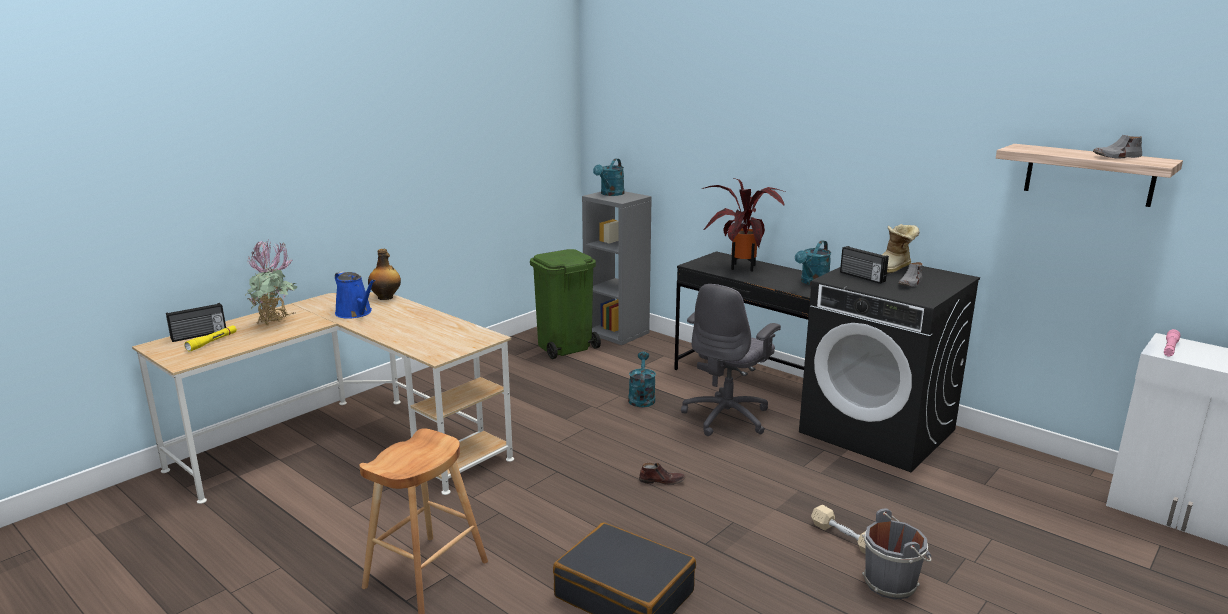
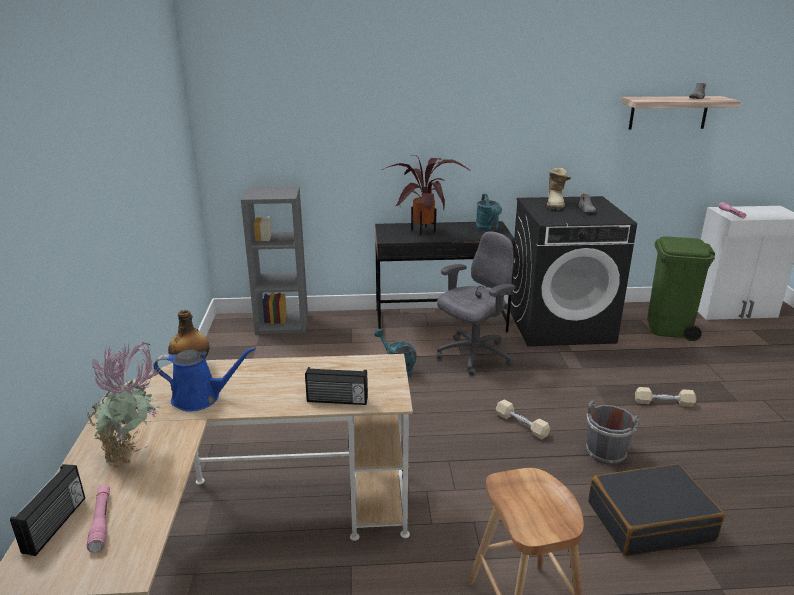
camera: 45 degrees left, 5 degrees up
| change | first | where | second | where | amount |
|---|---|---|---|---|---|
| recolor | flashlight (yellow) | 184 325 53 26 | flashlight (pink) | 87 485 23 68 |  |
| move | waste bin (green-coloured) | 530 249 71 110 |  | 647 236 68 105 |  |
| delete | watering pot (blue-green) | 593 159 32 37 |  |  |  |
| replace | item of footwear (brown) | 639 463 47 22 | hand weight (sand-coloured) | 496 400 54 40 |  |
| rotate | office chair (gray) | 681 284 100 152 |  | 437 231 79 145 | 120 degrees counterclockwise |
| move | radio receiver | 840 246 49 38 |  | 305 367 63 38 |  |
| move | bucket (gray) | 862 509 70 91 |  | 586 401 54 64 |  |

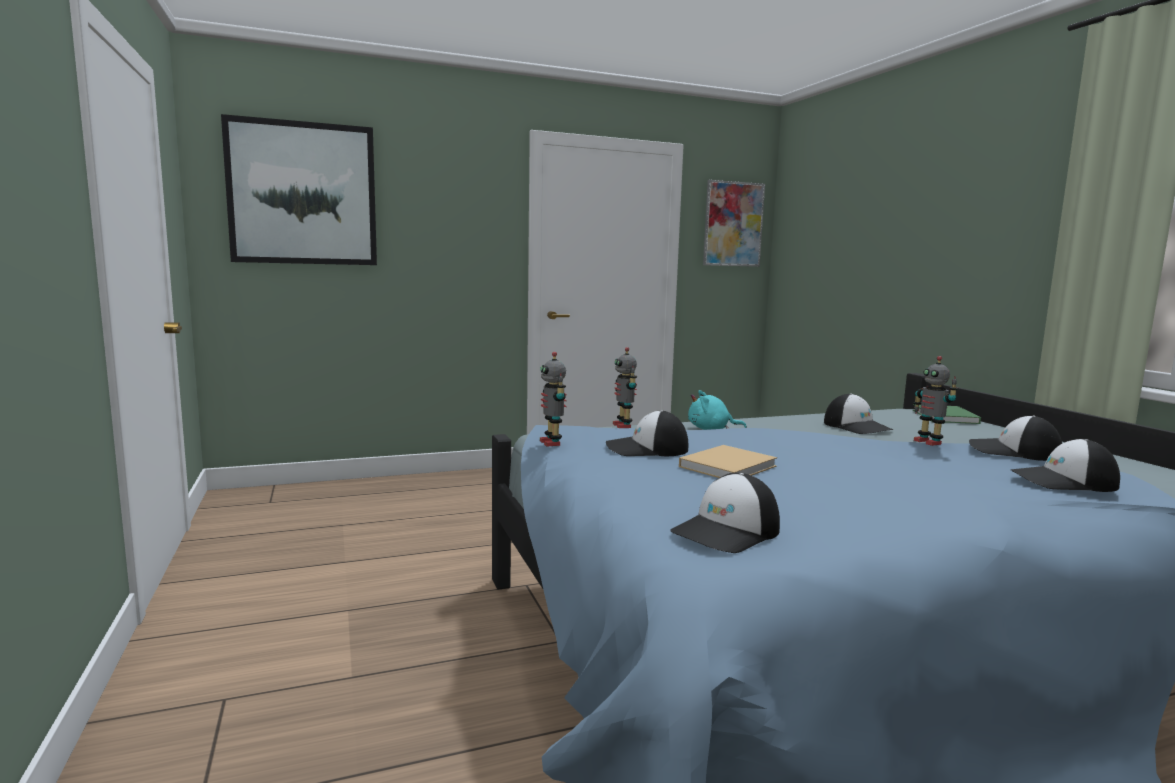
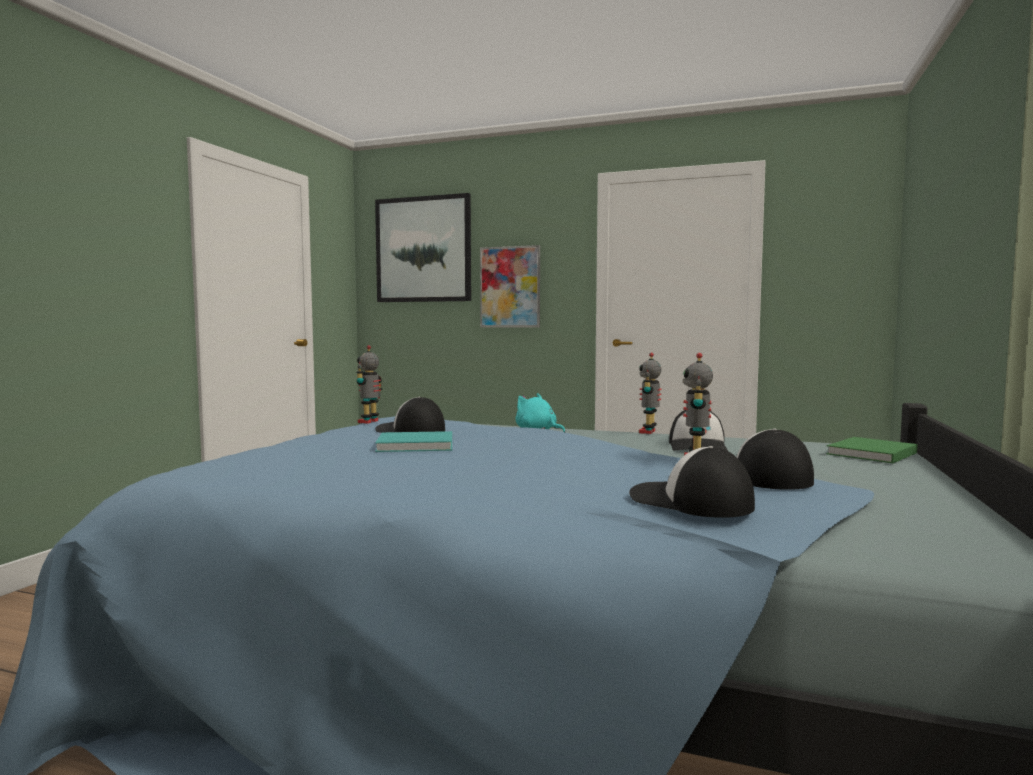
camera: 40 degrees right, 5 degrees down
| change | first | where | second | where | amount |
|---|---|---|---|---|---|
| move | toy robot | 613 347 24 81 |  | 639 353 22 81 |  |
| delete | cap | 670 473 110 80 |  |  |  |
| recolor | volume (sand-coloured) | 679 445 98 33 | volume (blue-green) | 375 431 77 21 |  |
| move | wall art | 703 180 62 87 |  | 480 245 60 83 |  |

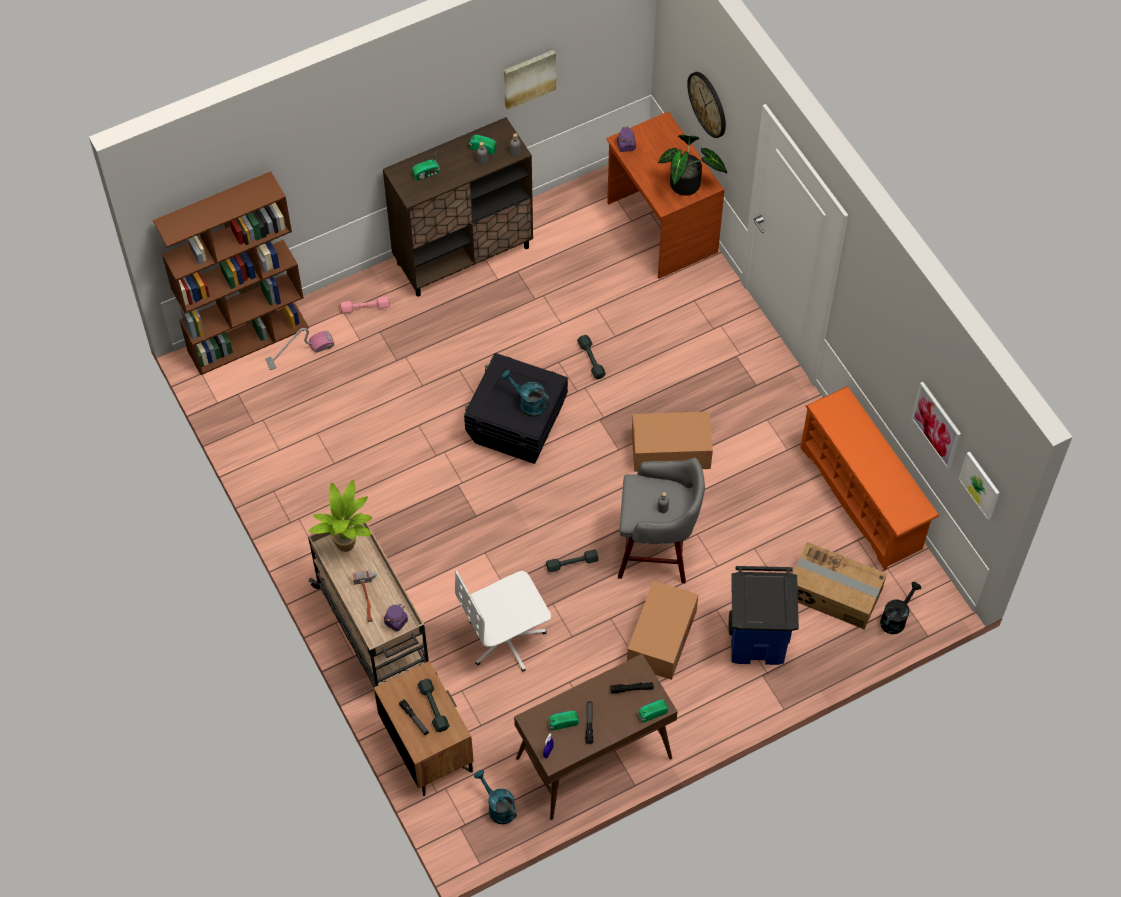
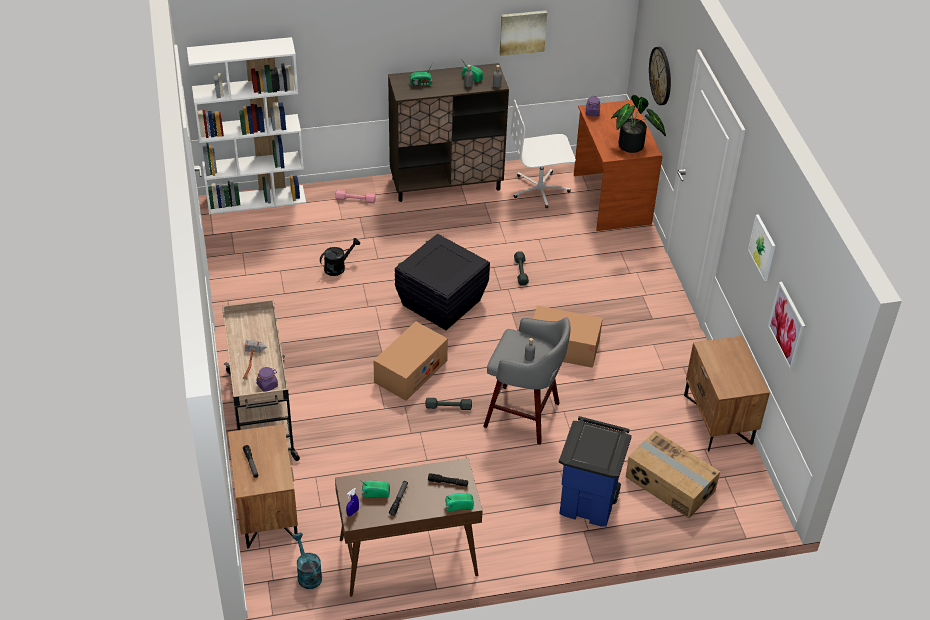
camera: 15 degrees right, 15 degrees down
| change | first | where | second | where | amount |
|---|---|---|---|---|---|
| recolor | bookshelf (brown) | 153 171 156 204 | bookshelf (white) | 187 37 119 177 |  |
| delete | vacuum | 265 328 69 42 |  |  |  |
| delete | houseplant | 308 480 65 72 |  |  |  |
| delete | hand weight (gray) | 418 679 32 53 |  |  |  |
| move | office chair (white) | 455 570 96 102 |  | 511 100 65 108 |  |
| delete | watering pot (blue-green) | 501 370 49 47 |  |  |  |
| move | carton | 627 580 71 100 |  | 373 321 75 80 |  |
| replace | shoe shelf (orange-coloured) | 800 386 139 185 | night table (brown) | 684 336 86 115 |  |
| move | watering pot (black-coloured) | 880 582 41 52 |  | 320 238 40 38 |  |
| move | wall art | 959 452 41 68 |  | 748 214 27 67 |  |

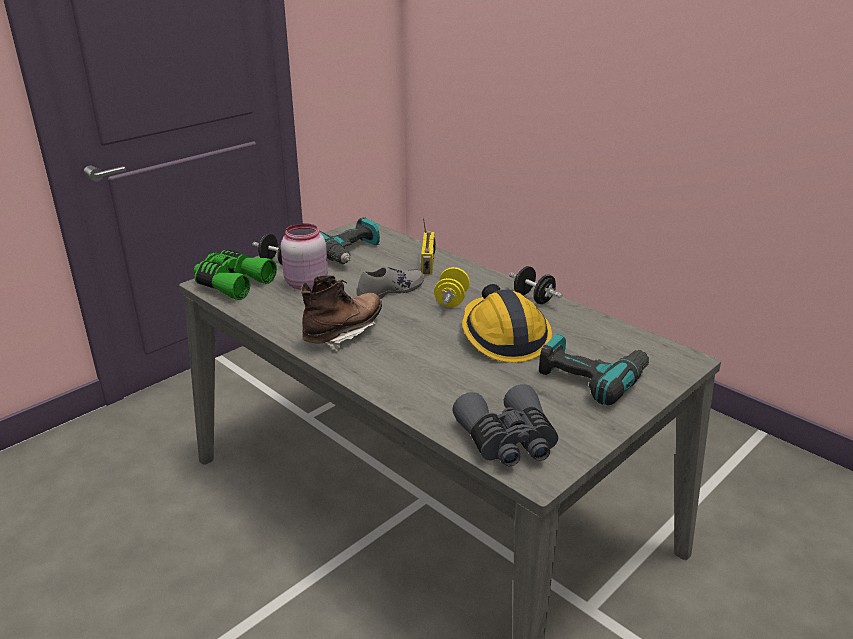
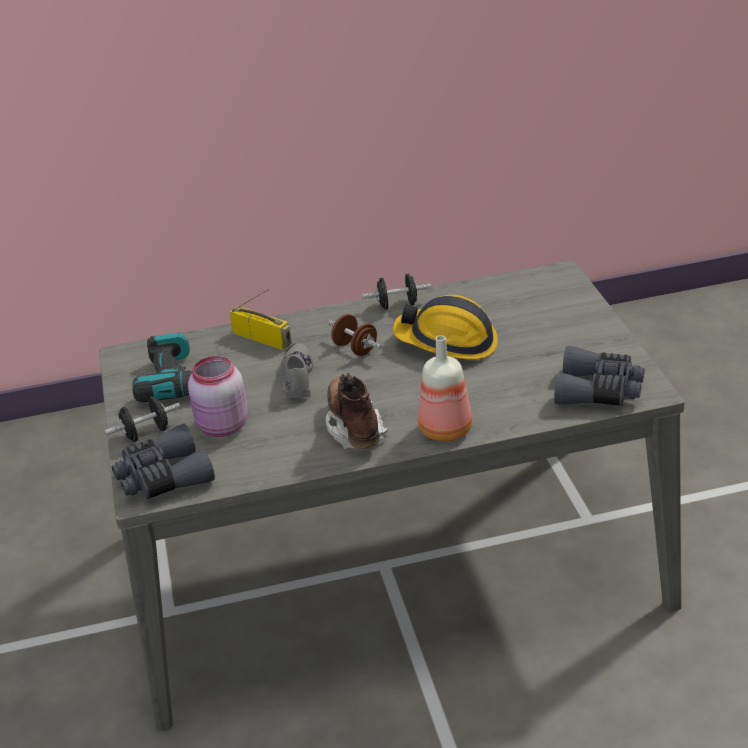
camera: 55 degrees left, 5 degrees up
| change | first | where | second | where | amount |
|---|---|---|---|---|---|
| recolor | field glasses (green-coloured) | 194 250 83 50 | field glasses (gray) | 112 423 103 76 |  |
| recolor | hand weight (yellow) | 434 267 36 40 | hand weight (brown) | 328 314 54 42 |  |
| delete | power drill | 539 334 110 71 |  |  |  |
| insert |  |  | drink bottle | 418 335 54 106 |  |

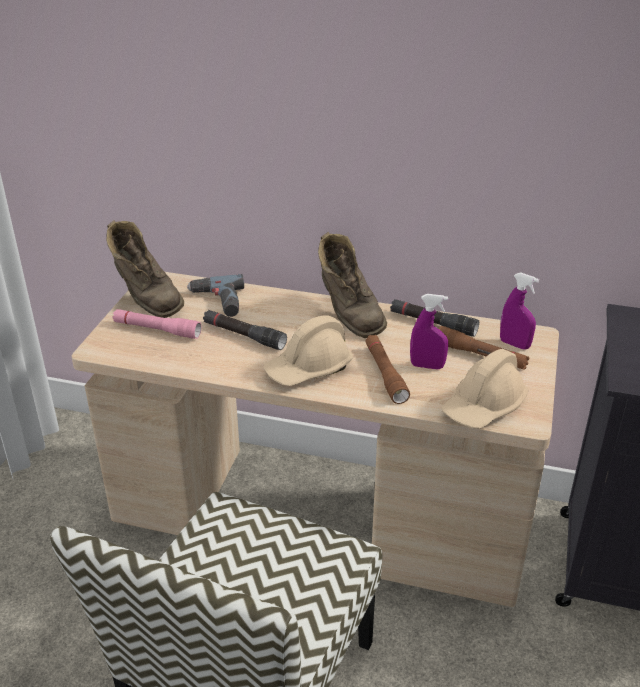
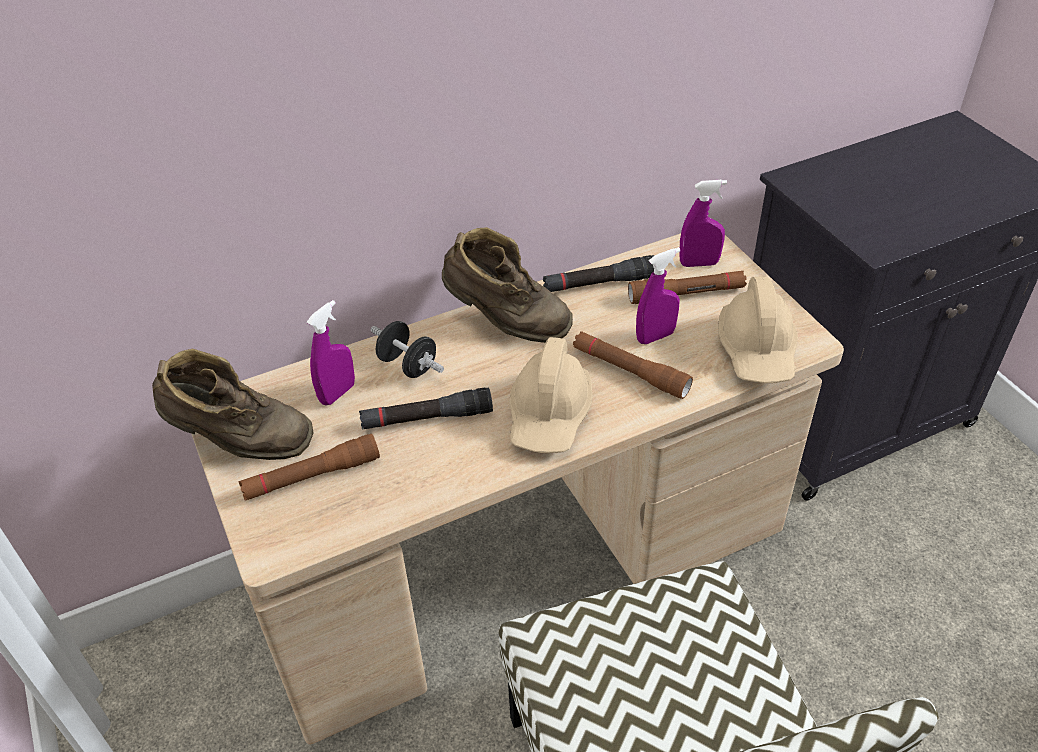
camera: 40 degrees left, 10 degrees up
| change | first | where | second | where | amount |
|---|---|---|---|---|---|
| recolor | flashlight (pink) | 112 309 89 30 | flashlight (brown) | 239 434 141 67 |  |
| replace | power drill | 187 274 57 43 | hand sprayer (purplish) | 307 300 48 105 |  |
| insert |  |  | hand weight (black-coloured) | 371 321 73 57 |  |

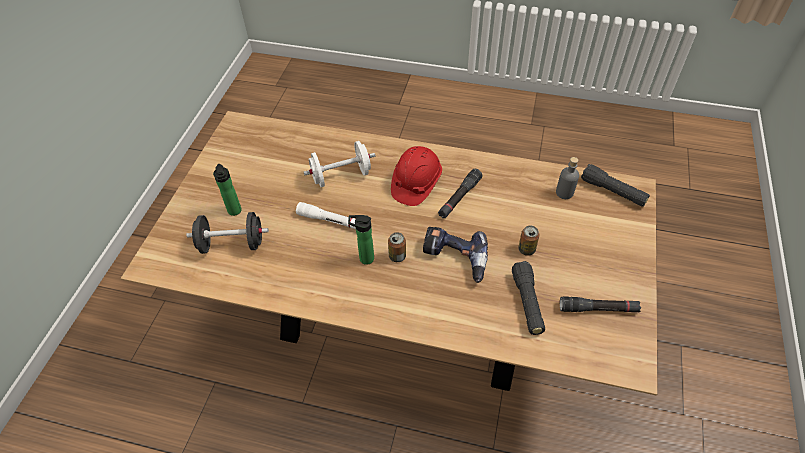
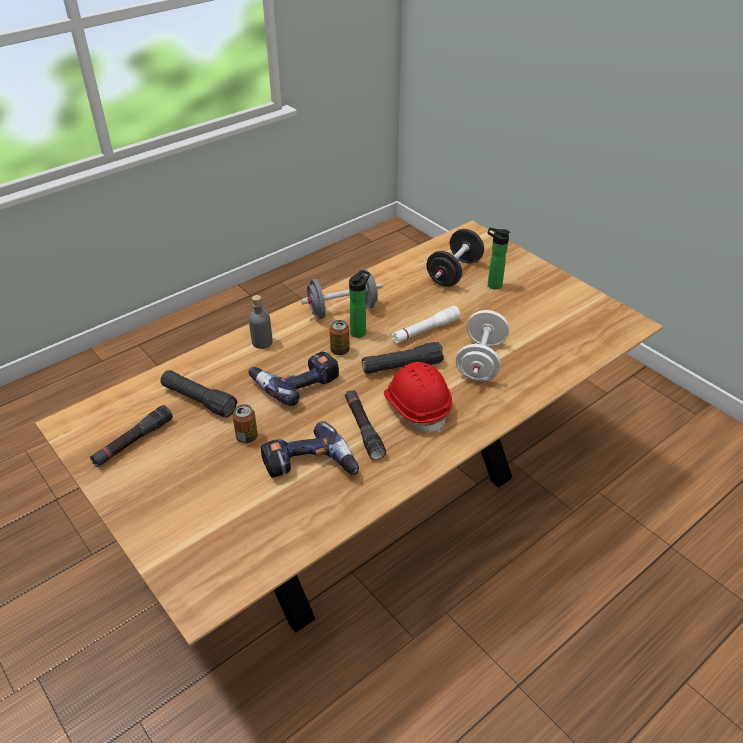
camera: 125 degrees right, 10 degrees down
| change | first | where | second | where | amount |
|---|---|---|---|---|---|
| move | drink bottle (gray) | 556 157 23 42 |  | 249 295 24 54 |  |
| move | flashlight (black-coloured) | 581 164 69 43 |  | 362 342 82 32 |  |
| insert |  |  | power drill | 261 421 98 57 |  |
| insert |  |  | hand weight (gray) | 301 269 82 50 |  |

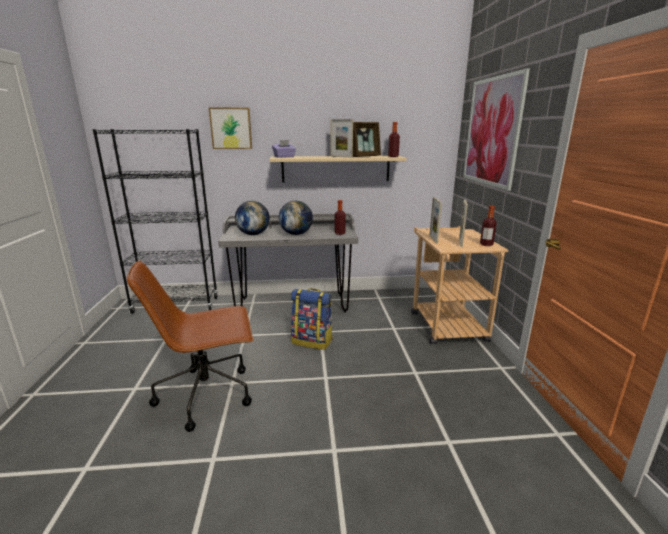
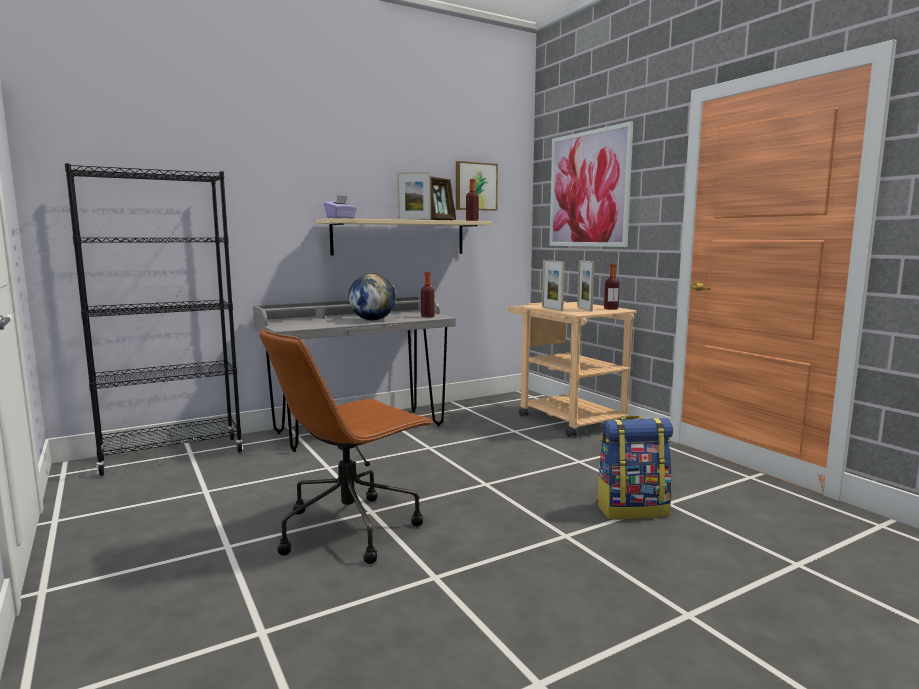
camera: 25 degrees left, 10 degrees down
| change | first | where | second | where | amount |
|---|---|---|---|---|---|
| move | wall art | 209 107 43 42 |  | 456 161 42 50 |  |
| delete | world globe | 235 201 35 34 |  |  |  |
| move | knapsack | 291 288 42 62 |  | 596 416 77 104 |  |

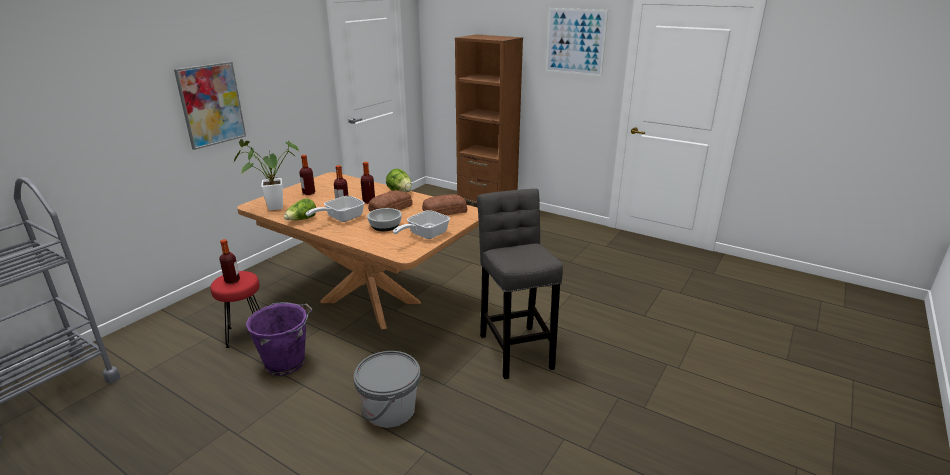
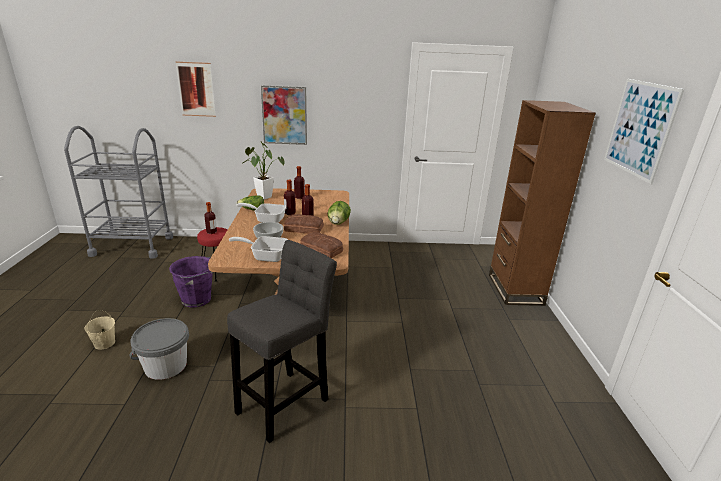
camera: 55 degrees right, 0 degrees up
| change | first | where | second | where | amount |
|---|---|---|---|---|---|
| insert |  |  | bucket (sand-coloured) | 84 310 31 40 |  |
| insert |  |  | wall art | 176 62 40 55 |  |

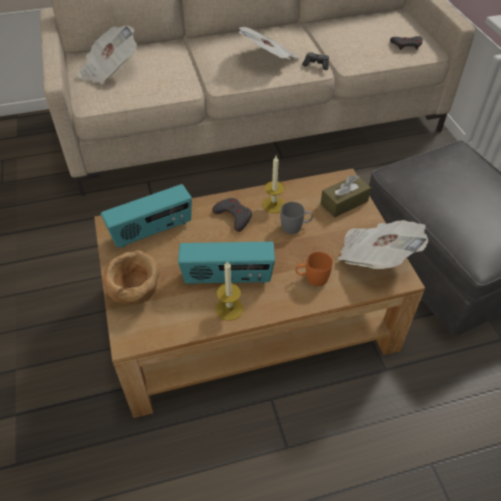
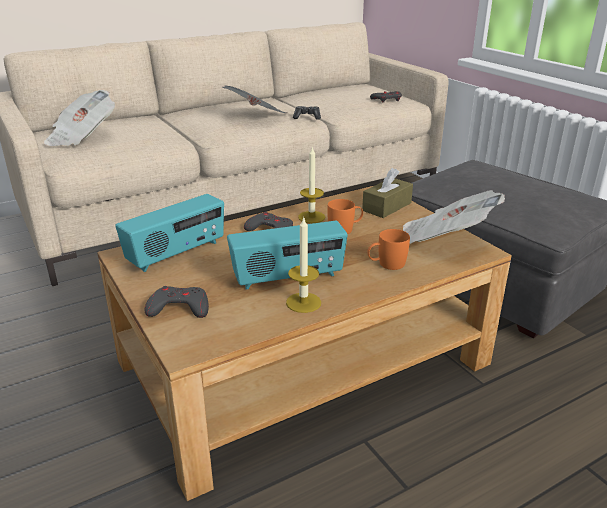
camera: 15 degrees left, 20 degrees down
| change | first | where | second | where | amount |
|---|---|---|---|---|---|
| replace | deep dish (brown) | 103 250 56 55 | gamepad (gray) | 145 286 64 32 |  |
| recolor | coffee mug (gray) | 280 202 33 32 | coffee mug (orange-coloured) | 327 199 36 35 |  |

